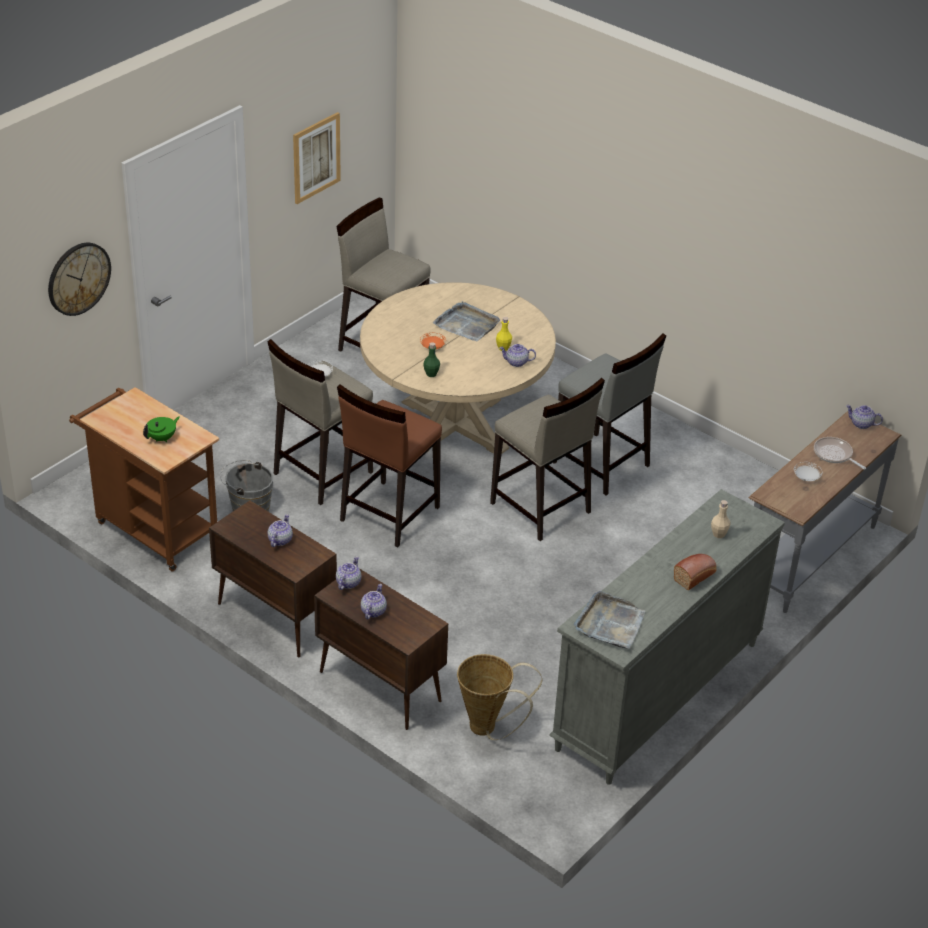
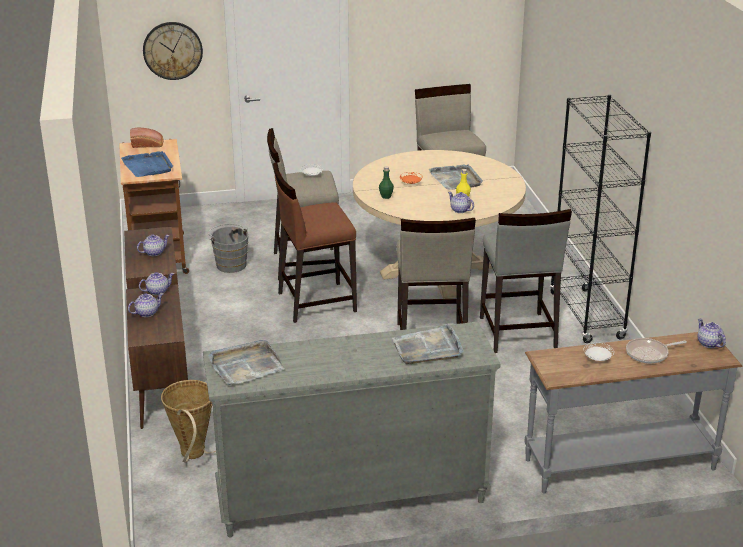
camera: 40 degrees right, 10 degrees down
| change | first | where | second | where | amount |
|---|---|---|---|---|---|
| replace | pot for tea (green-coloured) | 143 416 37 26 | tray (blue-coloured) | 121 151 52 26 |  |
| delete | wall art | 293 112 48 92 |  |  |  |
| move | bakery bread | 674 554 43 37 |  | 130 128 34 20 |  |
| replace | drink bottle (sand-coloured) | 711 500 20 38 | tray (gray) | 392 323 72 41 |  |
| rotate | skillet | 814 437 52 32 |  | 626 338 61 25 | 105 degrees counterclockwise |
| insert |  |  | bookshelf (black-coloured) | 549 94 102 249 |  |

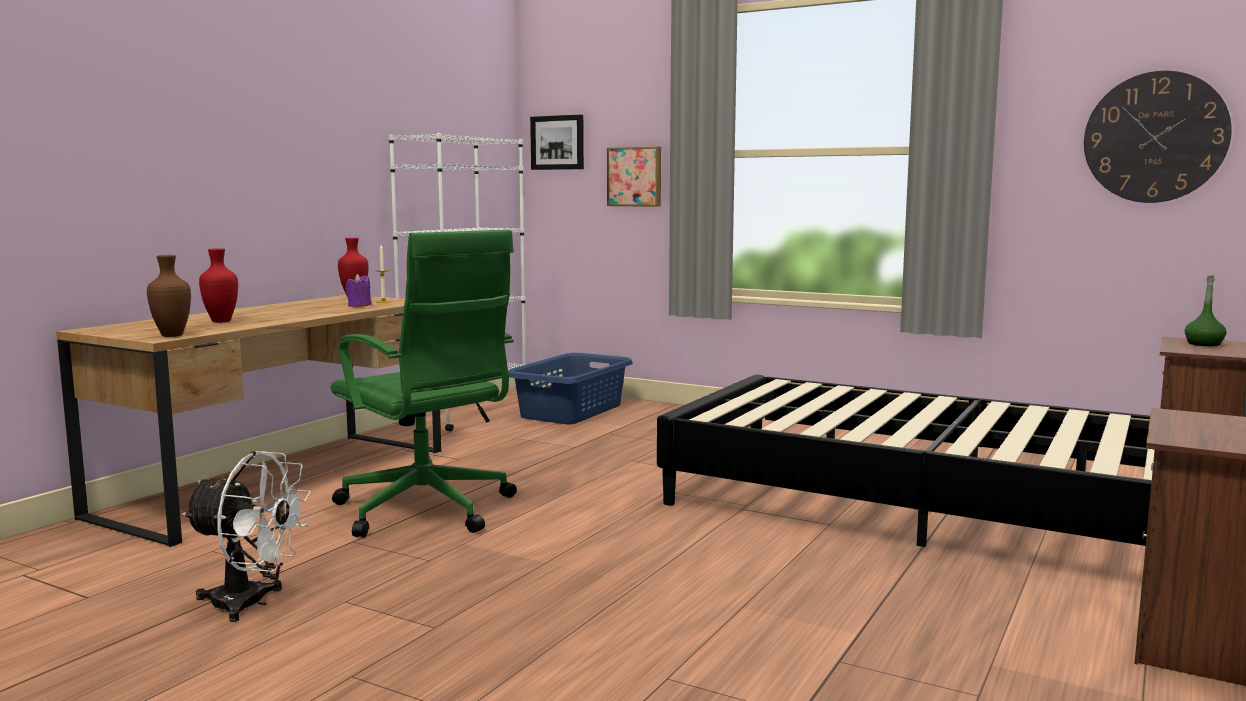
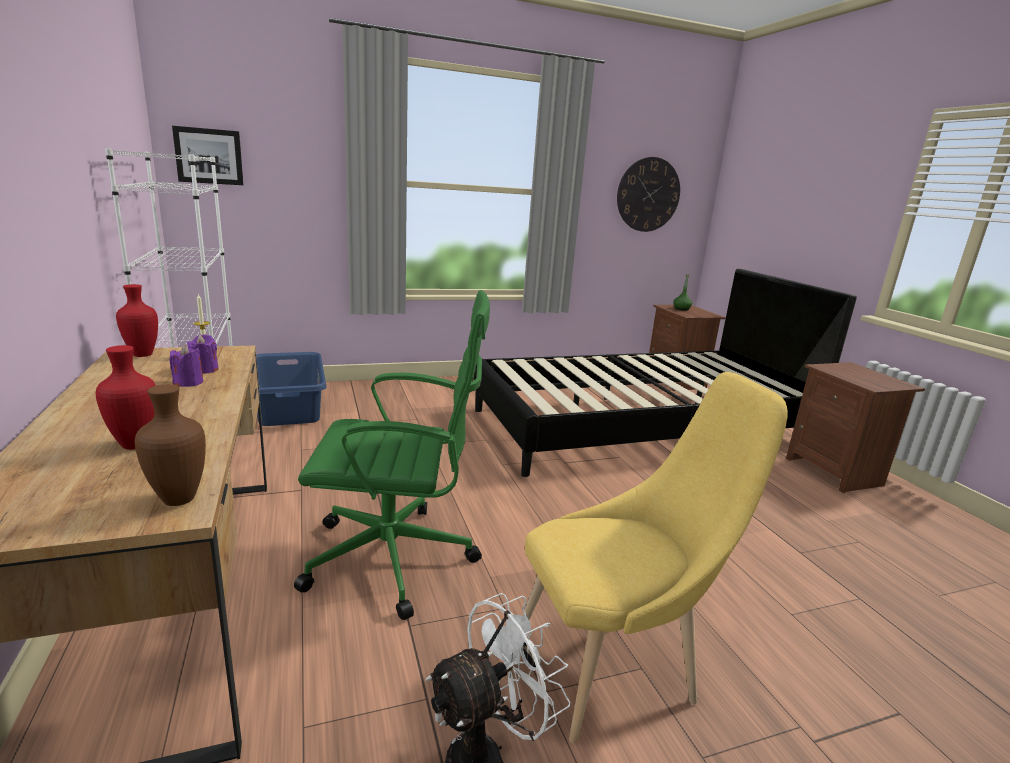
camera: 50 degrees left, 10 degrees up
| change | first | where | second | where | amount |
|---|---|---|---|---|---|
| delete | wall art | 607 147 54 60 |  |  |  |
| insert |  |  | wax candle (purplish) | 169 345 34 42 |  |
| insert |  |  | plain chair (yellow) | 523 372 265 372 |  |

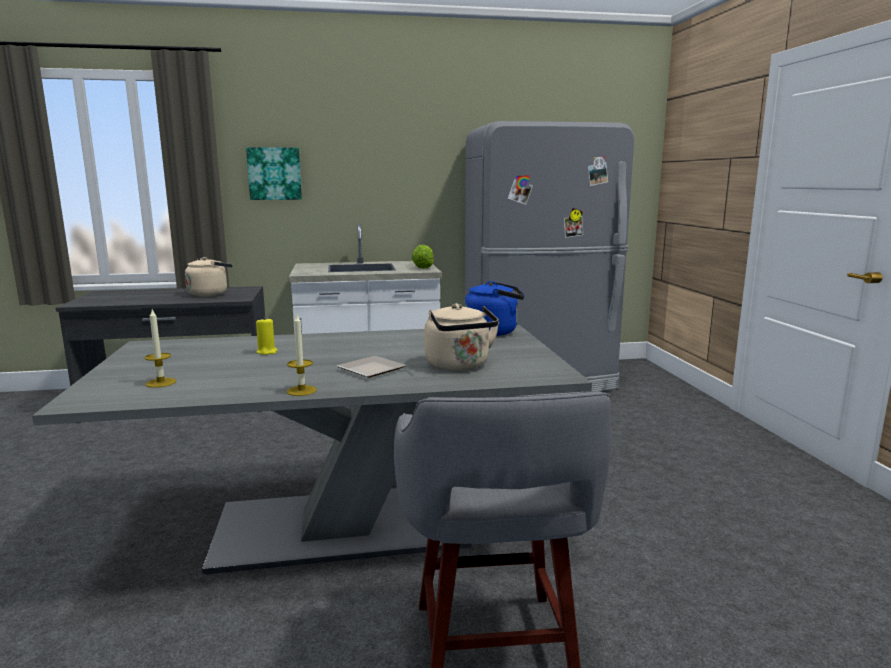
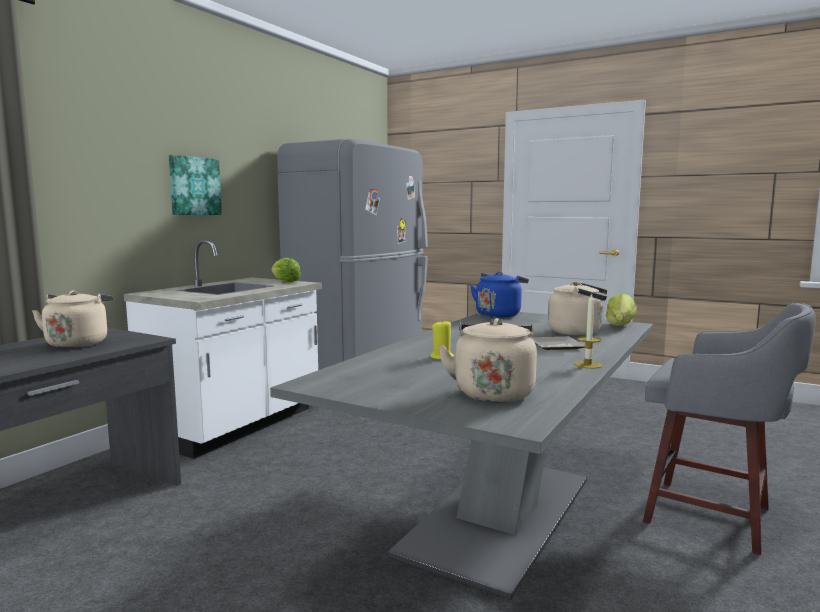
camera: 50 degrees left, 5 degrees down
| change | first | where | second | where | amount |
|---|---|---|---|---|---|
| replace | wax candle | 144 309 32 79 | tea kettle (sand-coloured) | 438 318 99 85 |  |
| move | wall art | 246 147 56 53 |  | 169 155 53 60 |  |
| insert |  |  | lettuce head | 606 293 31 33 |  |

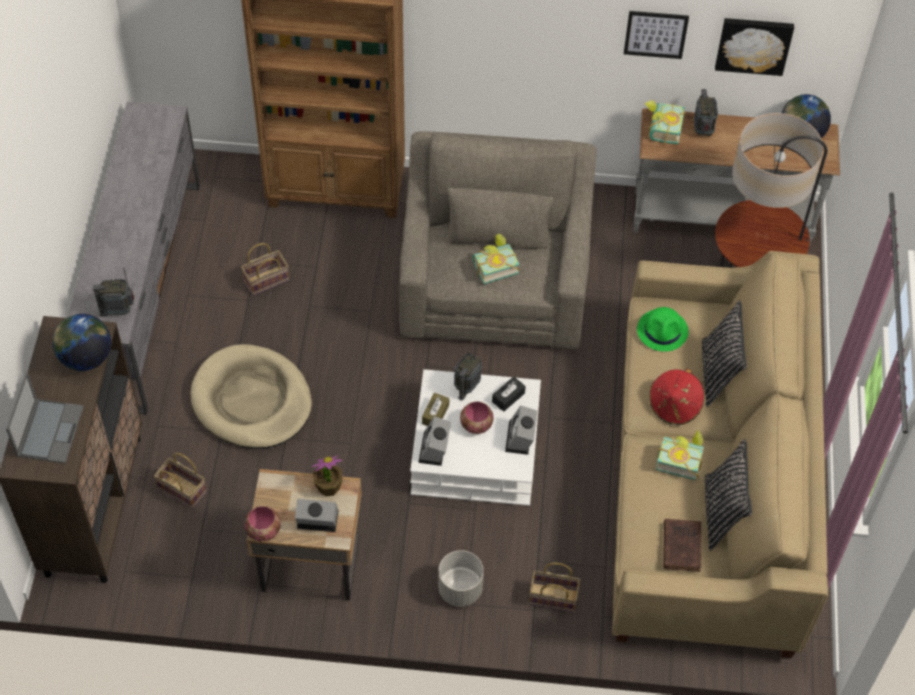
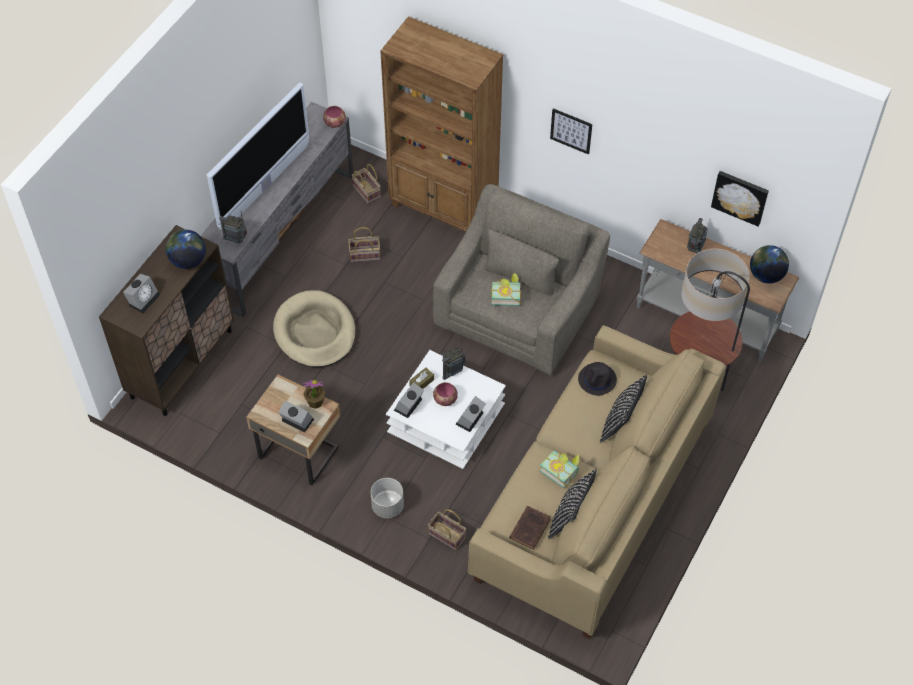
camera: 25 degrees right, 0 degrees up
| change | first | where | second | where | amount |
|---|---|---|---|---|---|
| replace | laptop | 6 372 78 92 | bedside clock | 123 274 37 39 |  |
| move | household basket | 154 453 53 56 |  | 351 164 30 40 |  |
| move | deep dish | 244 506 37 35 |  | 323 106 23 22 |  |
| delete | tissue holder (black-coloured) | 492 377 34 35 |  |  |  |
| move | wall art | 624 11 65 48 |  | 550 108 42 47 |  |
| recolor | clothing hat (green-coloured) | 637 307 52 45 | clothing hat (black-coloured) | 578 362 39 33 |  |
| delete | volume | 645 100 40 45 |  |  |  |
| delete | clothing hat (red-coloured) | 649 369 55 56 |  |  |  |
| insert |  |  | TV | 207 83 102 147 |  |

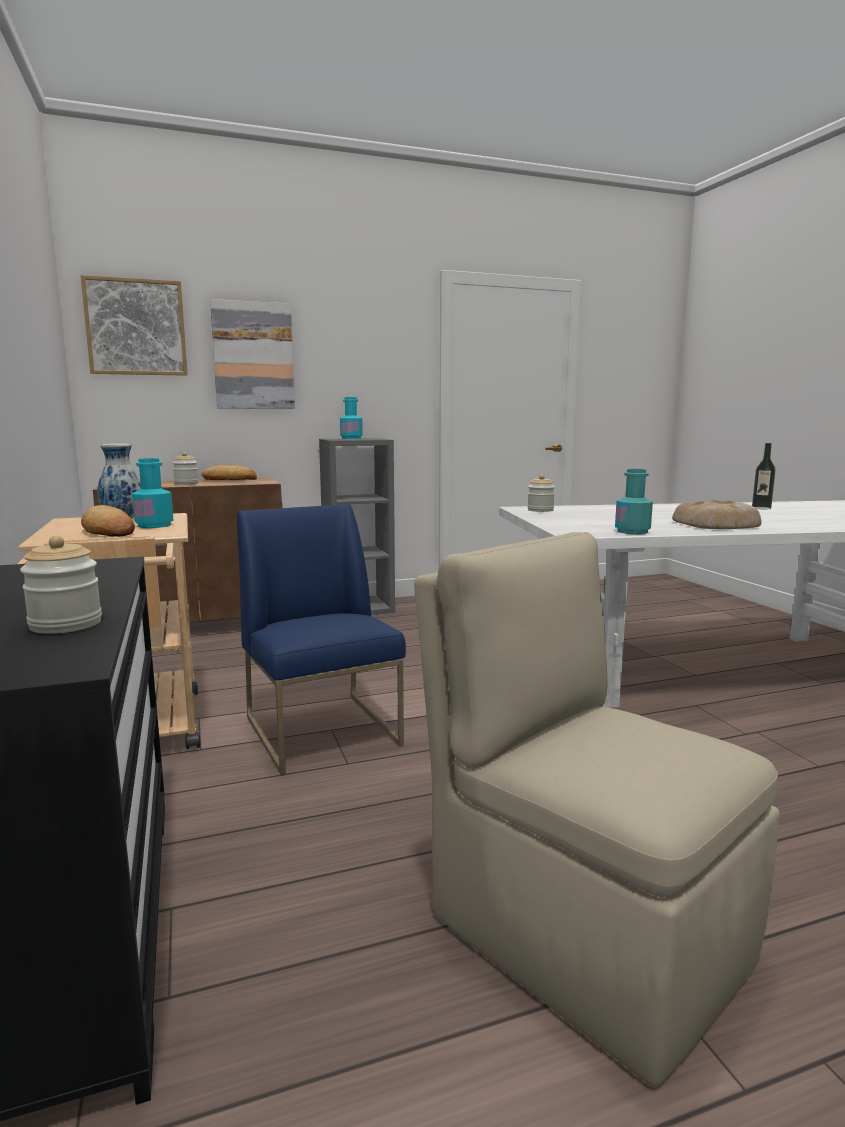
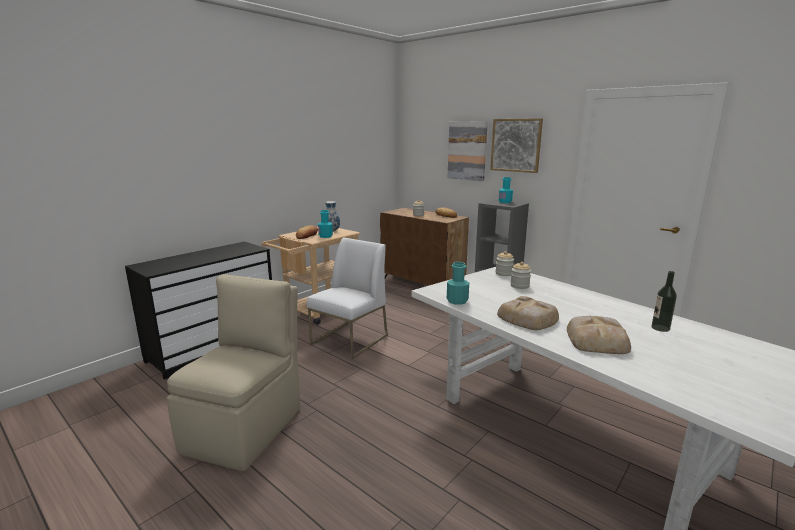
camera: 60 degrees right, 5 degrees up
| change | first | where | second | where | amount |
|---|---|---|---|---|---|
| move | storage jar | 20 535 82 99 |  | 510 262 21 27 |  |
| move | wall art | 81 275 107 101 |  | 490 118 53 55 |  |
| recolor | plain chair (blue-coloured) | 237 504 169 271 | plain chair (white) | 307 237 81 122 |  |
| insert |  |  | bakery bread | 567 316 64 38 |  |

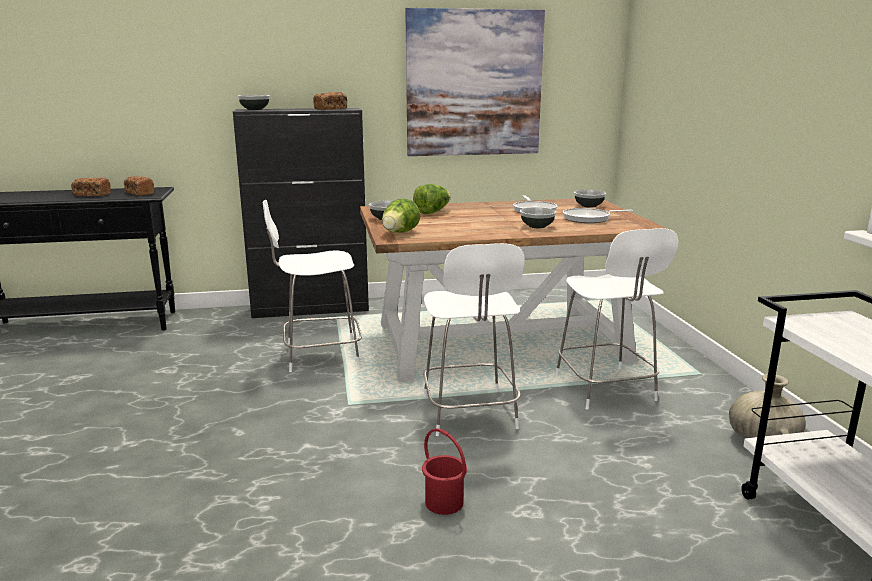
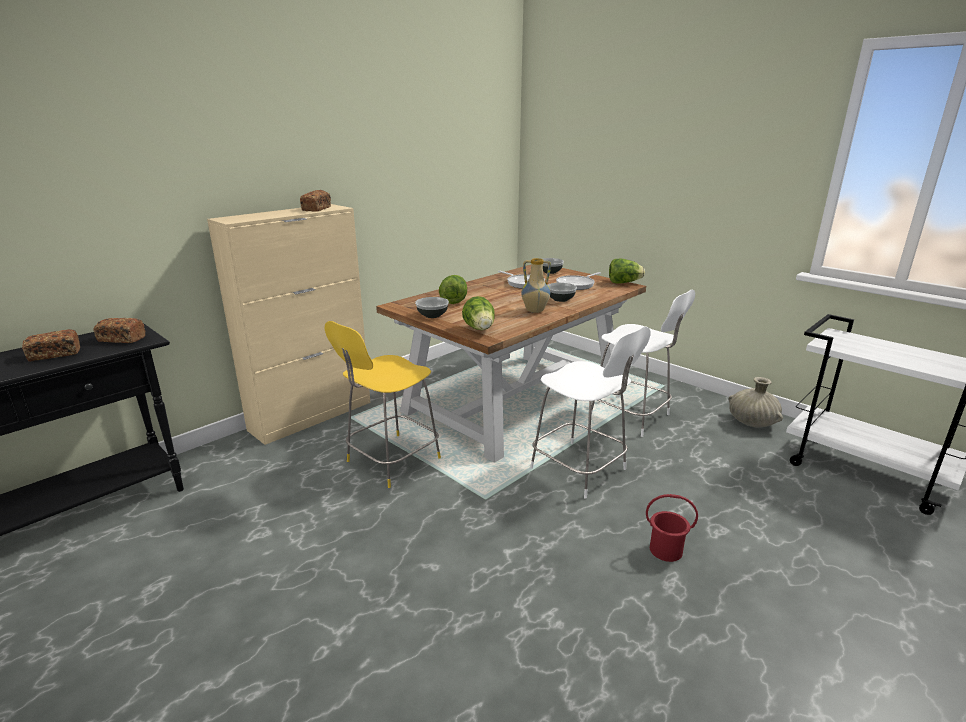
camera: 35 degrees left, 5 degrees up
| change | first | where | second | where | amount |
|---|---|---|---|---|---|
| recolor | cupboard (black-coloured) | 233 108 136 210 | cupboard (sand-coloured) | 207 204 163 241 |  |
| delete | deep dish | 238 95 32 15 |  |  |  |
| recolor | plain chair (white) | 263 200 99 172 | plain chair (yellow) | 325 321 116 167 |  |
| delete | wall art | 405 8 140 148 |  |  |  |
| insert |  |  | flower vase | 522 258 29 55 |  |
| insert |  |  | lettuce head | 609 259 36 25 |  |

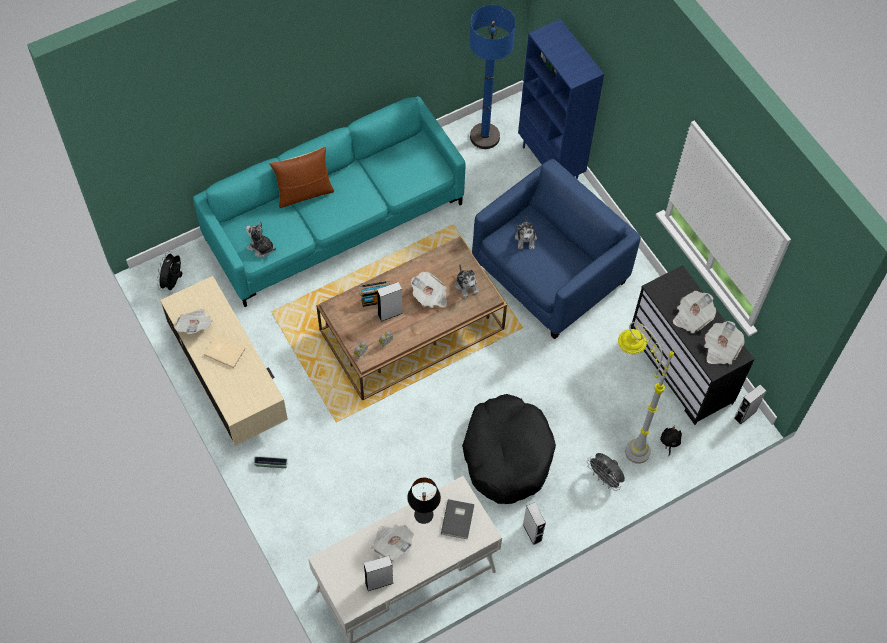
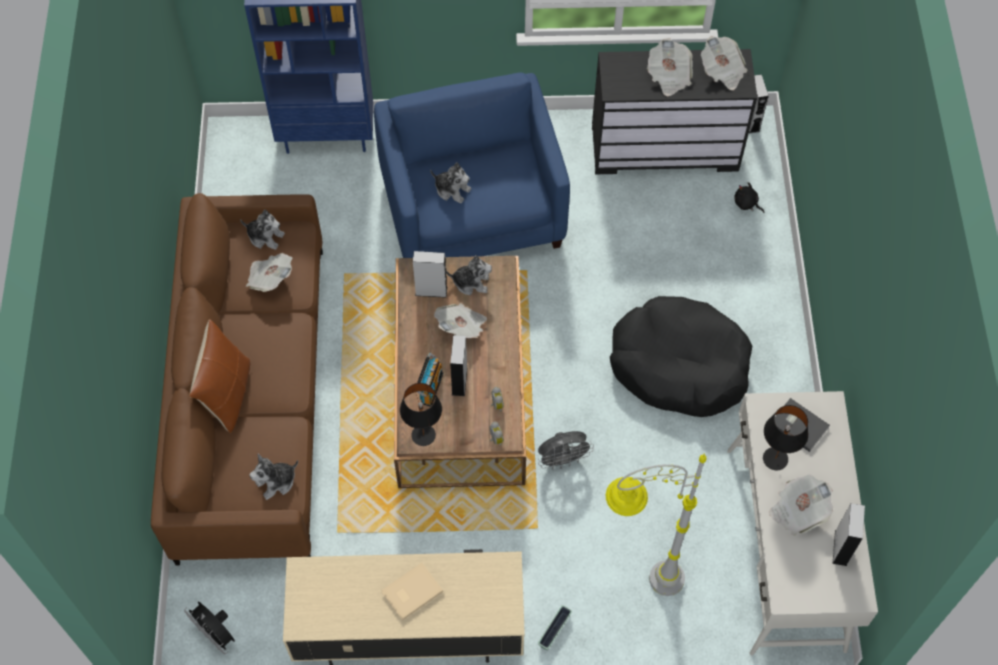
camera: 60 degrees left, 0 degrees up
| change | first | where | second | where | amount |
|---|---|---|---|---|---|
| move | daily paper | 174 309 39 25 |  | 246 253 46 39 |  |
| recolor | sofa (blue-green) | 193 96 273 211 | sofa (brown) | 151 193 172 372 |  |
| delete | floor lamp (blue-coloured) | 469 5 47 144 |  |  |  |
| move | speaker (gray) | 523 502 23 43 |  | 413 251 34 47 |  |
| move | cooling fan (gray) | 587 453 38 38 |  | 538 431 56 39 |  |
| move | floor lamp (gray) | 618 322 56 142 |  | 606 453 101 143 |  |
| insert |  |  | soft toy | 240 209 45 41 |  |
| insert |  |  | table lamp (black-coloured) | 400 383 42 63 |  |

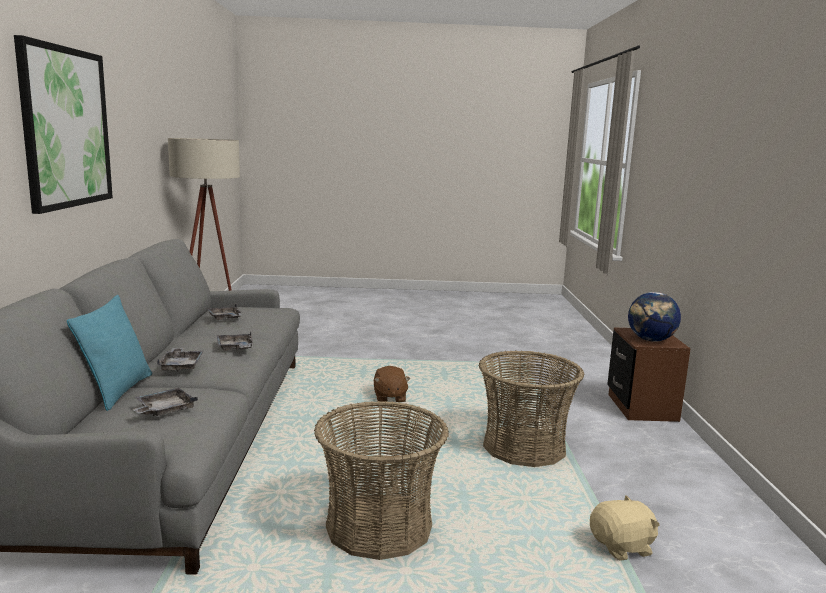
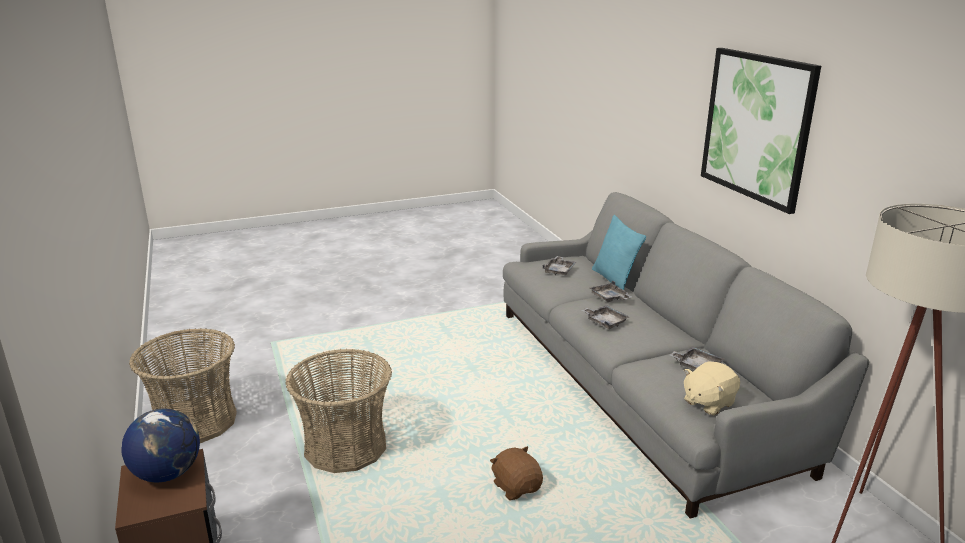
camera: 160 degrees right, 10 degrees up
| change | first | where | second | where | amount |
|---|---|---|---|---|---|
| move | household basket | 314 401 135 159 |  | 129 328 108 115 |  |
| move | soft toy (sand-coloured) | 590 495 70 66 |  | 684 361 56 55 |  |

